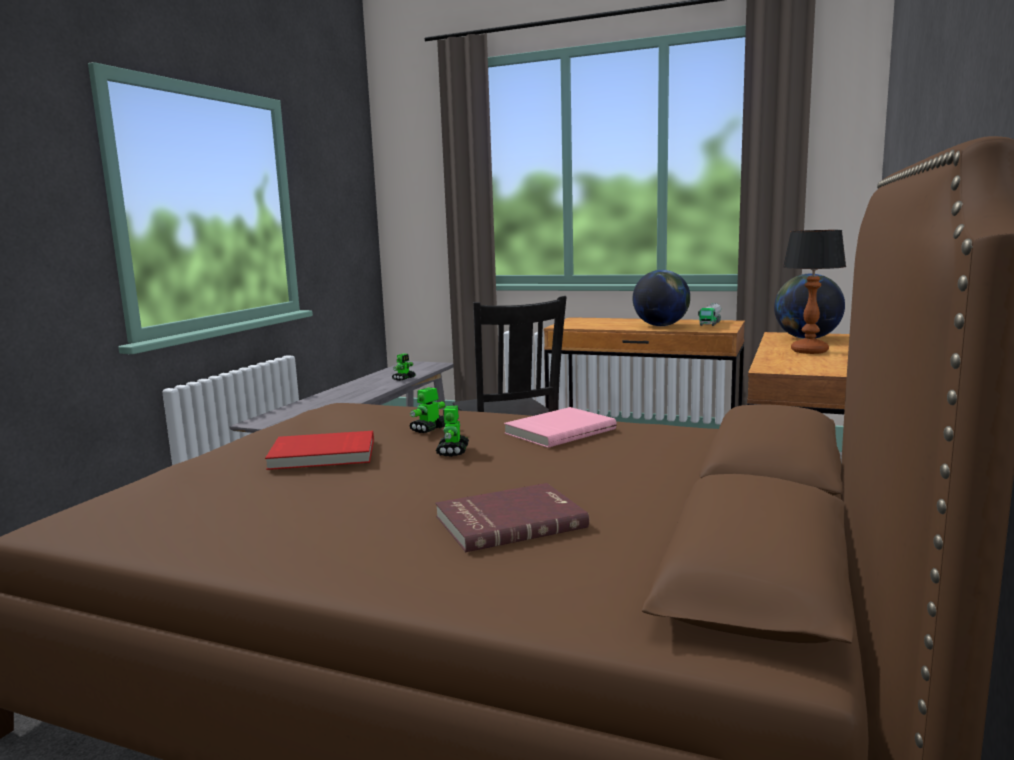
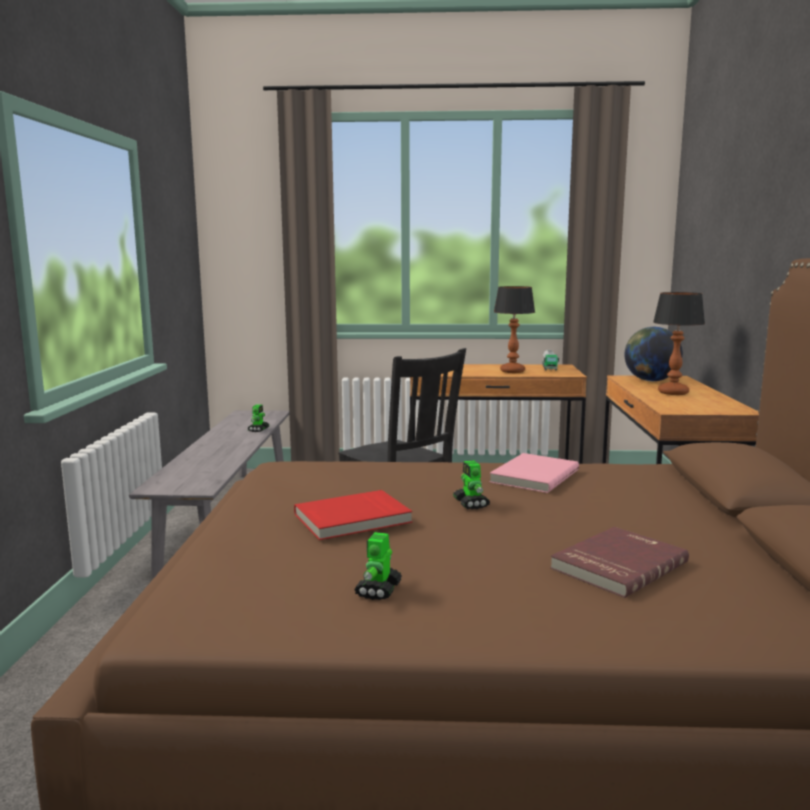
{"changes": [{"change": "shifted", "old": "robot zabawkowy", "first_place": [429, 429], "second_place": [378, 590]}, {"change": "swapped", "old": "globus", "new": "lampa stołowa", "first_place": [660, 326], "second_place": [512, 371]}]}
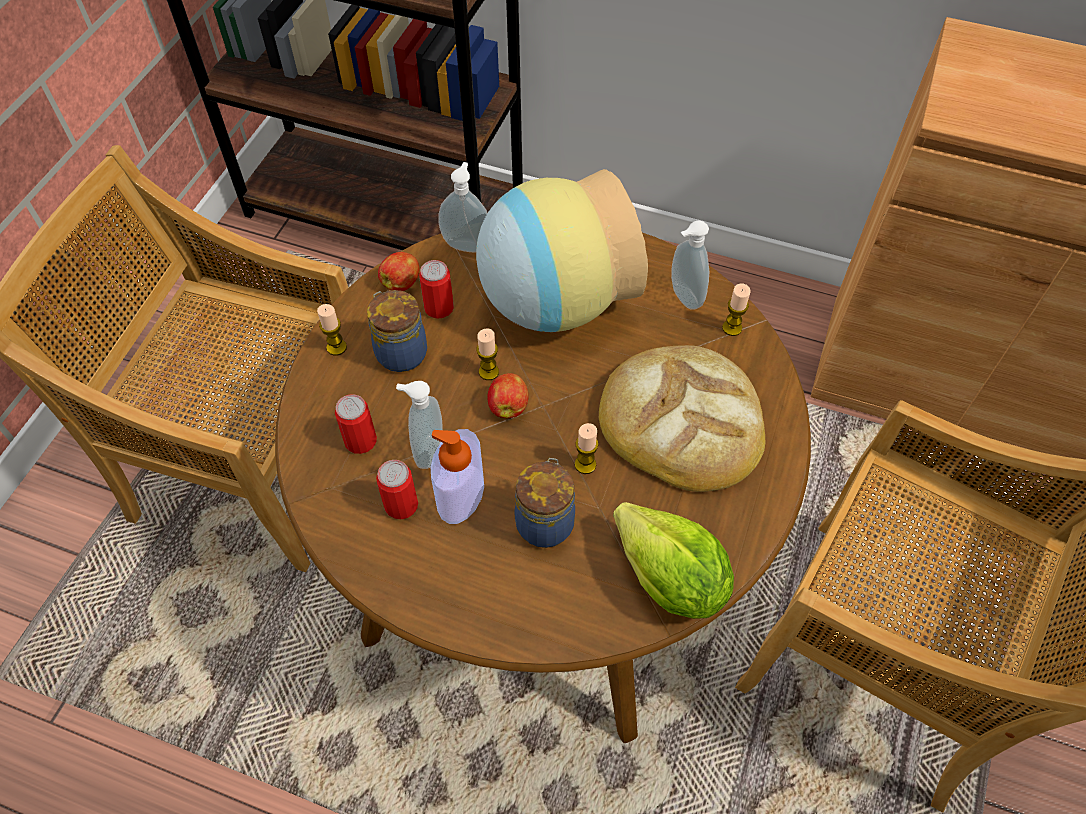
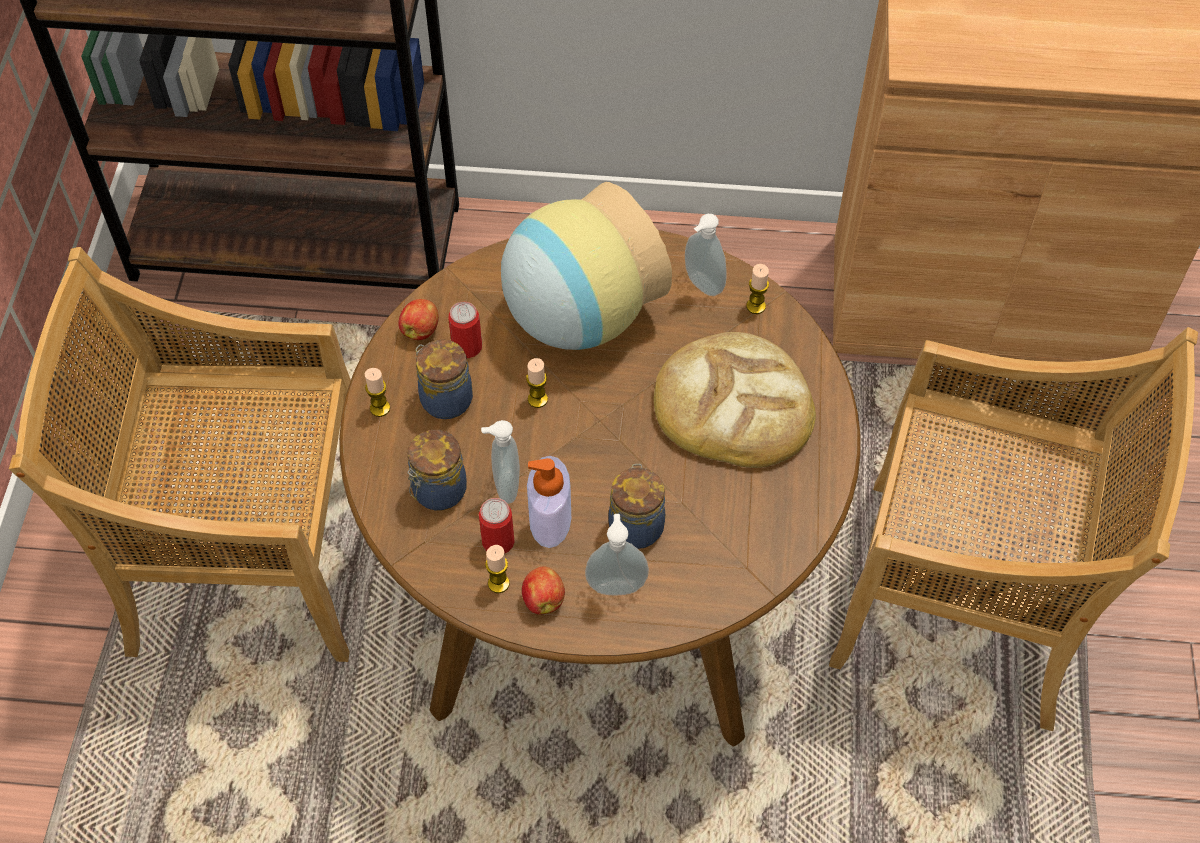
{"changes": [{"change": "swapped", "old": "puszka", "new": "słoik", "first_place": [360, 440], "second_place": [437, 492]}, {"change": "shifted", "old": "świeca", "first_place": [585, 464], "second_place": [498, 583]}, {"change": "shifted", "old": "jabłko", "first_place": [508, 406], "second_place": [543, 599]}, {"change": "shifted", "old": "dozownik mydła", "first_place": [467, 244], "second_place": [616, 584]}, {"change": "gone", "old": "sałata", "first_place": [669, 580]}]}
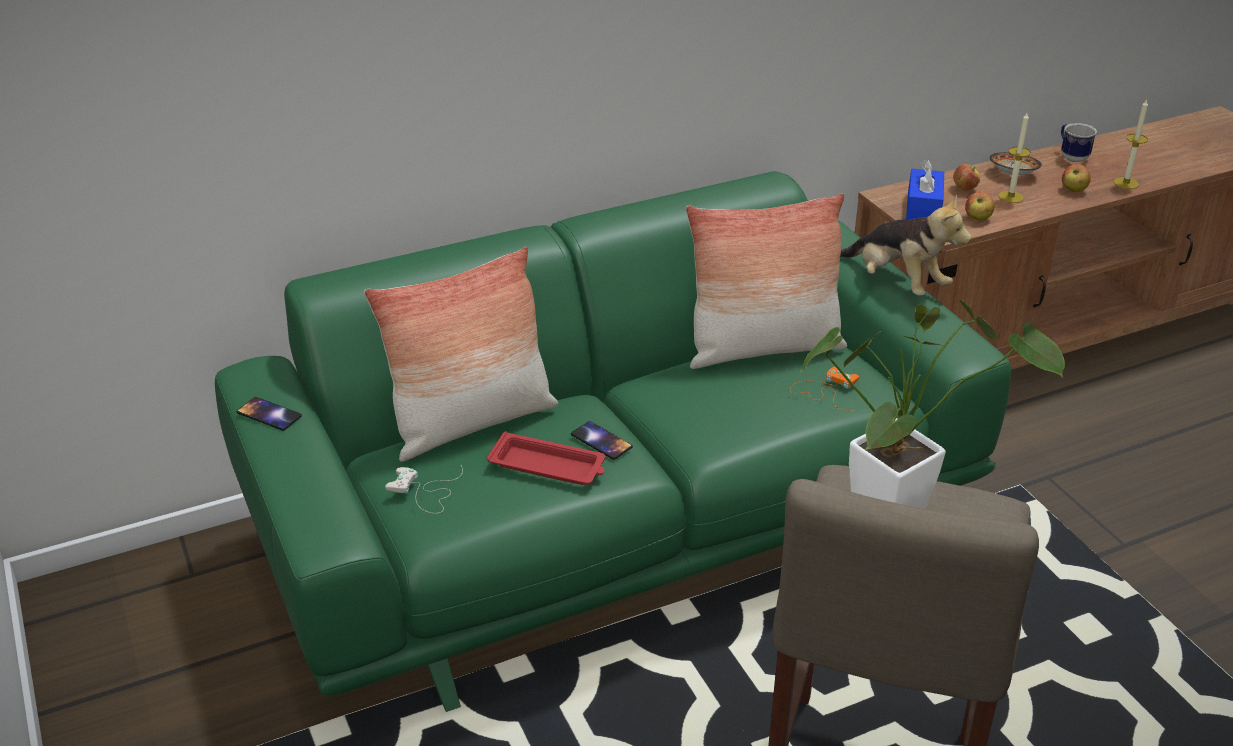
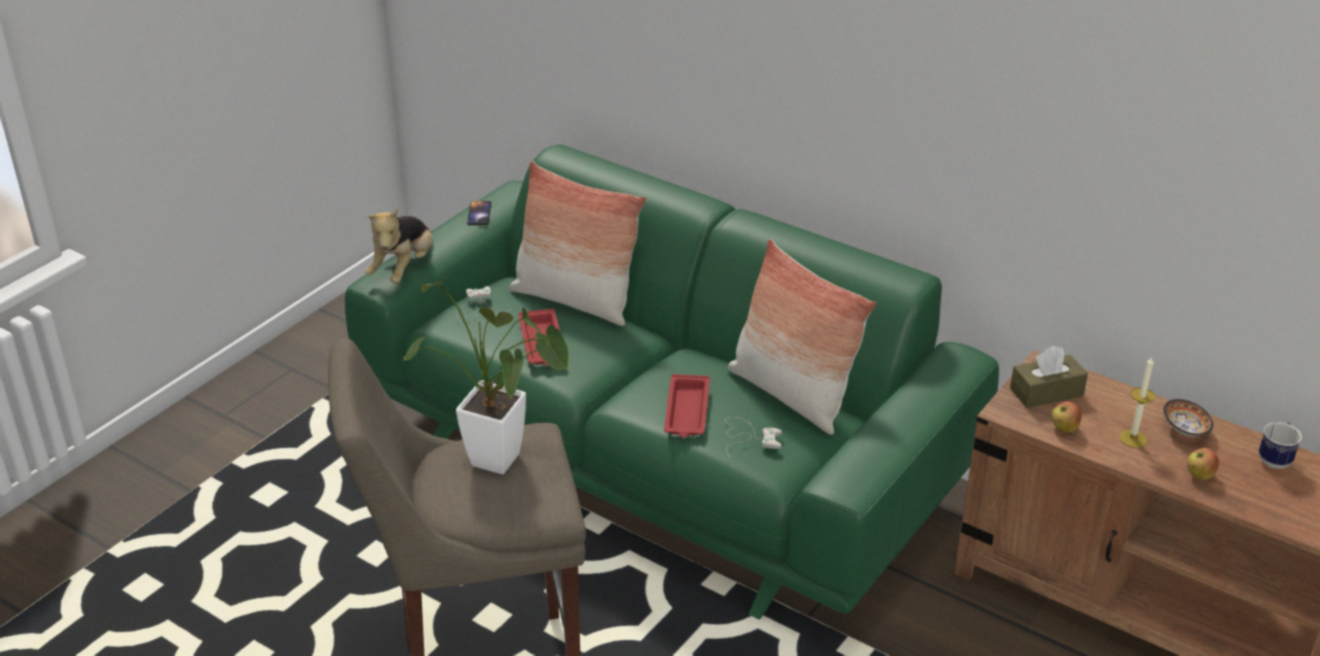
{"changes": [{"change": "shifted", "old": "pluszak", "first_place": [897, 283], "second_place": [404, 269]}, {"change": "new", "new": "taca [czerwony]", "second_place": [687, 412]}, {"change": "repainted", "old": "pad do gier [pomarańczowy]", "new": "pad do gier [biały]", "first_place": [825, 390], "second_place": [748, 437]}, {"change": "repainted", "old": "pudełko chusteczek [niebieski]", "new": "pudełko chusteczek [brązowy]", "first_place": [923, 207], "second_place": [1046, 392]}, {"change": "gone", "old": "telefon", "first_place": [601, 441]}, {"change": "gone", "old": "jabłko", "first_place": [964, 188]}, {"change": "gone", "old": "świeca", "first_place": [1126, 183]}]}
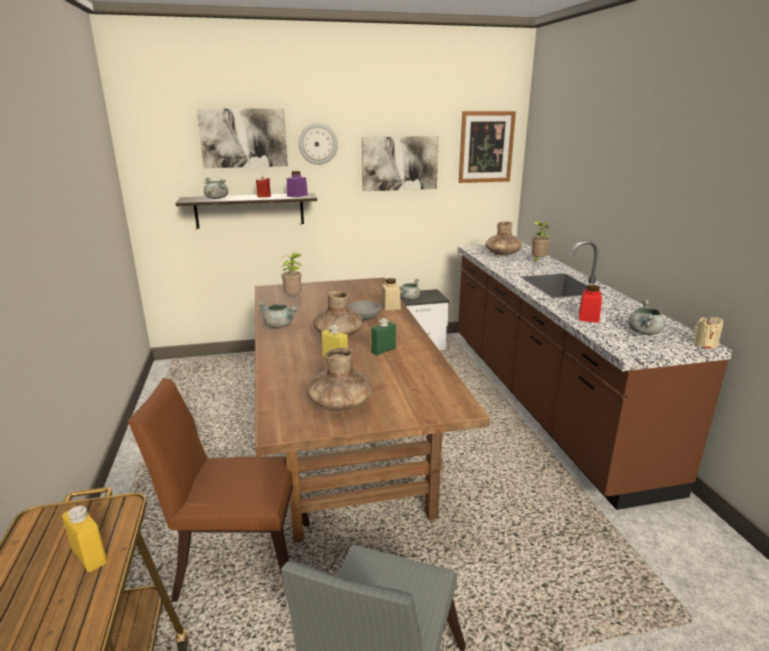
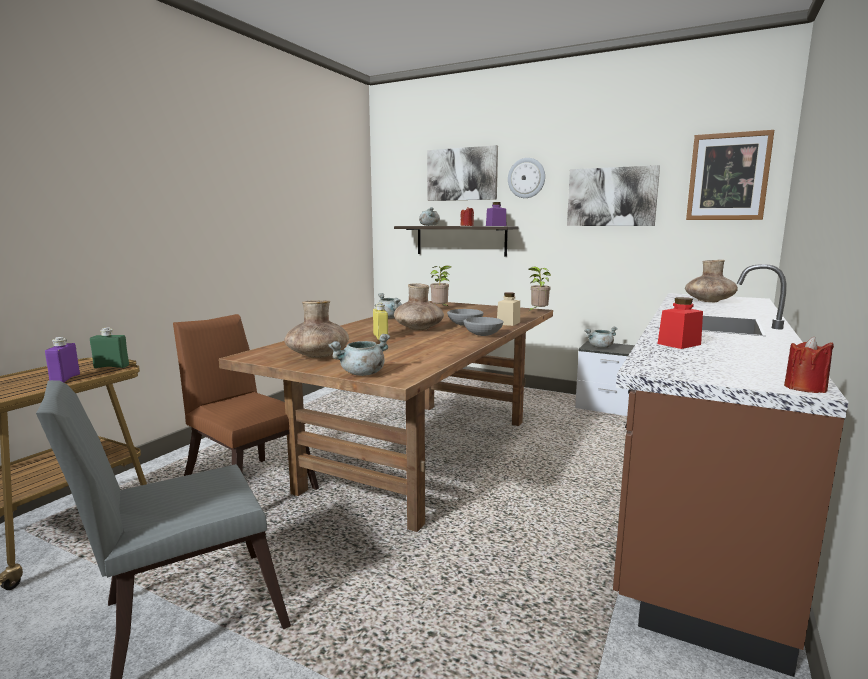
{"changes": [{"change": "repainted", "old": "butelka [żółty]", "new": "butelka [fioletowy]", "first_place": [89, 556], "second_place": [65, 379]}, {"change": "shifted", "old": "butelka [zielony]", "first_place": [383, 350], "second_place": [111, 366]}, {"change": "shifted", "old": "garnek [szary]", "first_place": [644, 332], "second_place": [362, 374]}, {"change": "new", "new": "miska [szary]", "second_place": [483, 334]}, {"change": "shifted", "old": "roślina doniczkowa", "first_place": [537, 261], "second_place": [538, 312]}, {"change": "repainted", "old": "świeca [beżowy]", "new": "świeca [czerwony]", "first_place": [705, 345], "second_place": [805, 388]}]}
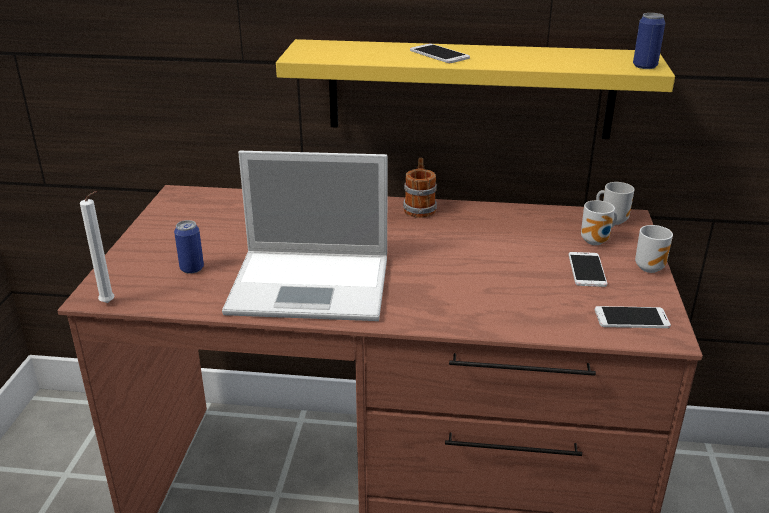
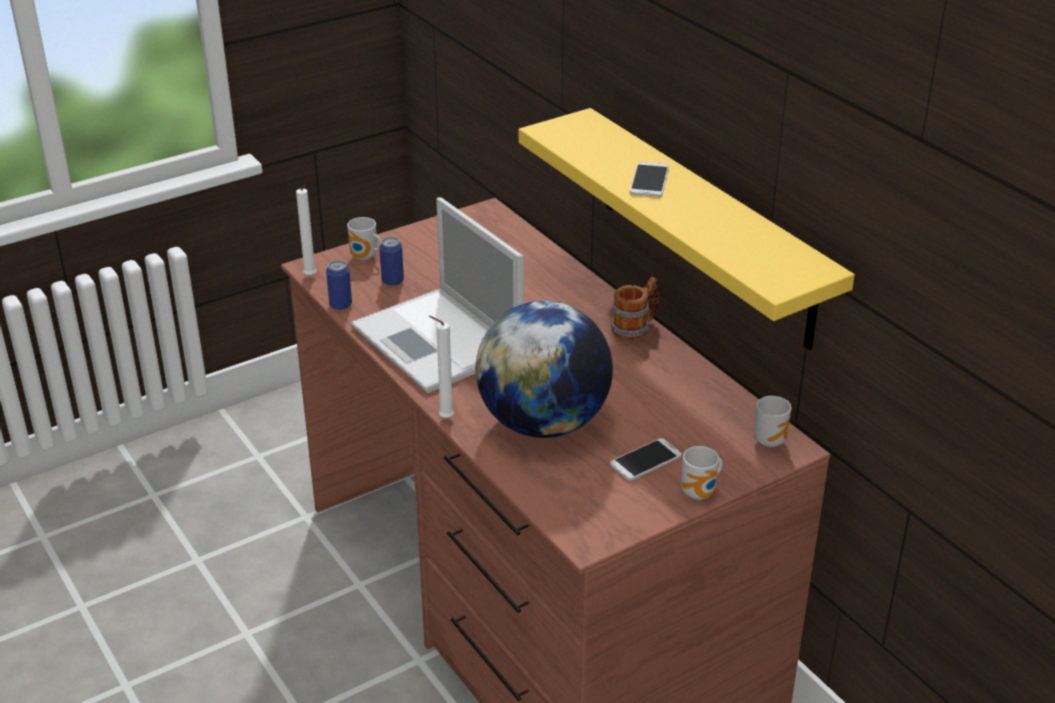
{"changes": [{"change": "shifted", "old": "puszka", "first_place": [645, 66], "second_place": [340, 305]}, {"change": "shifted", "old": "kubek", "first_place": [597, 242], "second_place": [365, 257]}, {"change": "new", "new": "świeca [biały]", "second_place": [444, 418]}, {"change": "new", "new": "globus", "second_place": [543, 423]}, {"change": "gone", "old": "telefon", "first_place": [631, 318]}]}
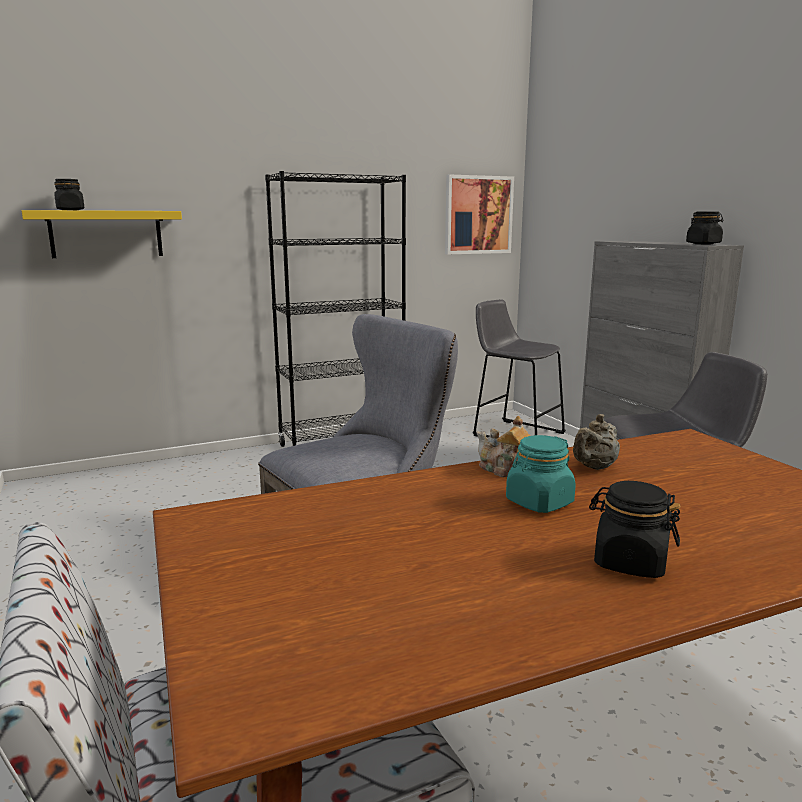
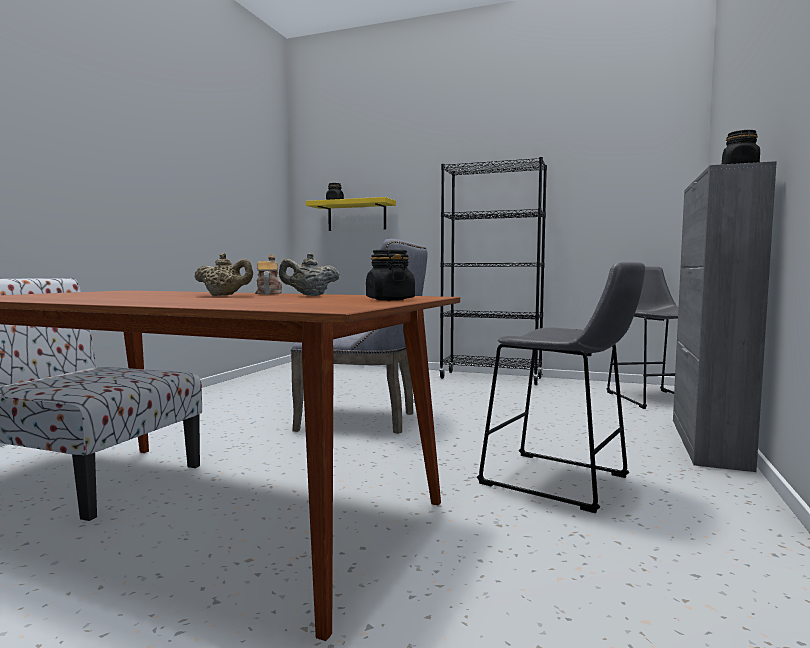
{"changes": [{"change": "swapped", "old": "słoik [turkusowy]", "new": "imbryk [beżowy]", "first_place": [539, 502], "second_place": [224, 296]}, {"change": "shifted", "old": "słoik [czarny]", "first_place": [629, 562], "second_place": [389, 299]}, {"change": "gone", "old": "obraz", "first_place": [478, 215]}]}
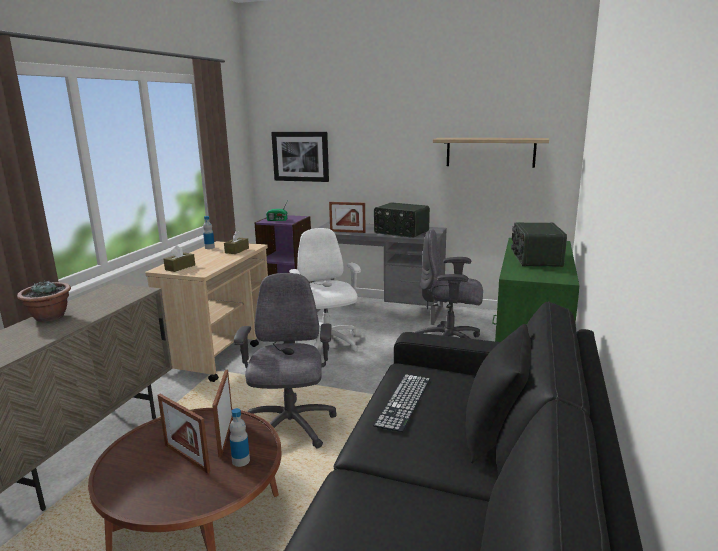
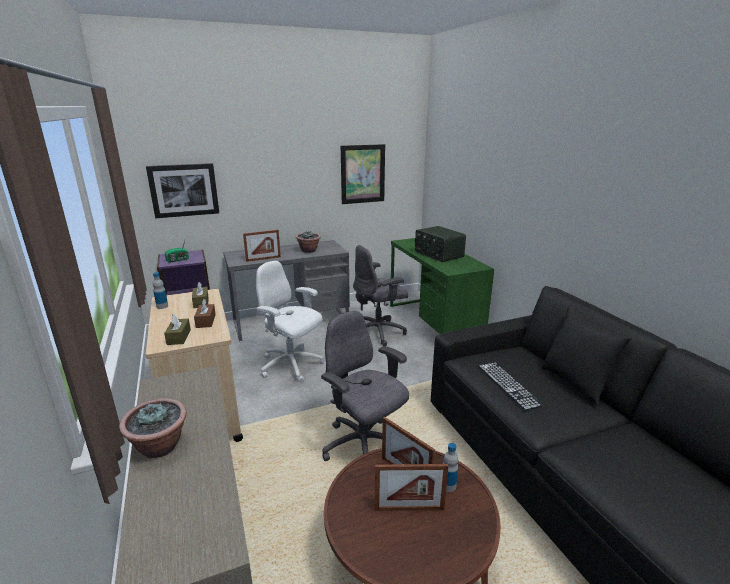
{"changes": [{"change": "new", "new": "pudełko chusteczek [brązowy]", "second_place": [206, 321]}, {"change": "swapped", "old": "radio", "new": "roślina doniczkowa", "first_place": [401, 232], "second_place": [309, 250]}, {"change": "swapped", "old": "półka", "new": "obraz", "first_place": [490, 152], "second_place": [362, 174]}]}
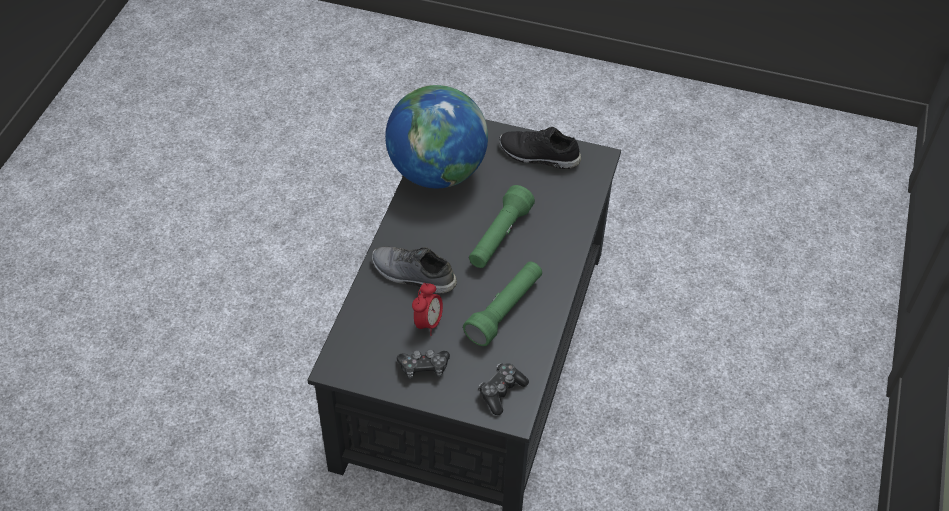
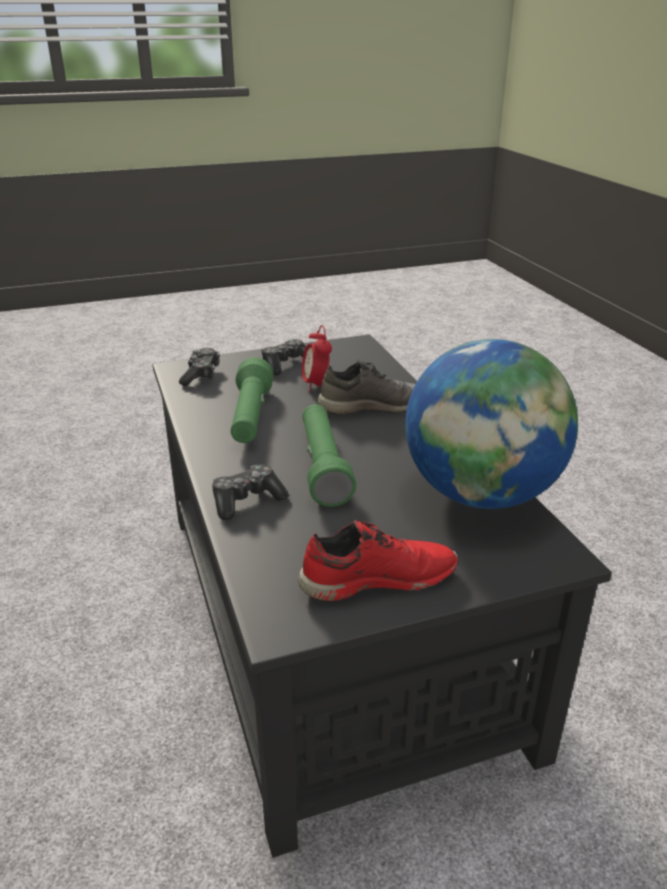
{"changes": [{"change": "new", "new": "pad do gier", "second_place": [247, 500]}, {"change": "repainted", "old": "but [czarny]", "new": "but [czerwony]", "first_place": [538, 156], "second_place": [377, 578]}]}
